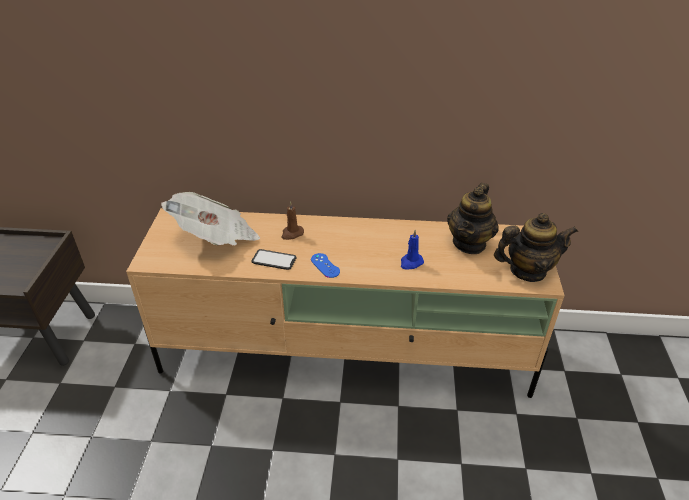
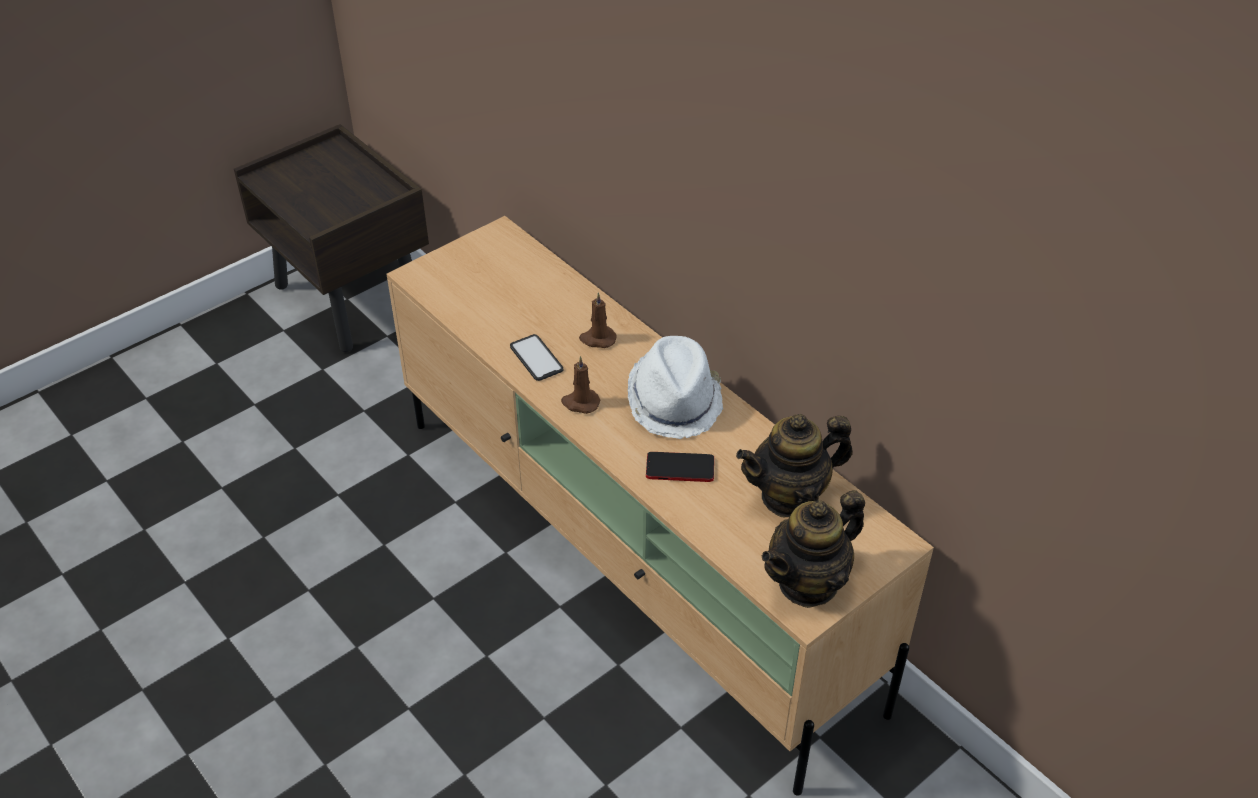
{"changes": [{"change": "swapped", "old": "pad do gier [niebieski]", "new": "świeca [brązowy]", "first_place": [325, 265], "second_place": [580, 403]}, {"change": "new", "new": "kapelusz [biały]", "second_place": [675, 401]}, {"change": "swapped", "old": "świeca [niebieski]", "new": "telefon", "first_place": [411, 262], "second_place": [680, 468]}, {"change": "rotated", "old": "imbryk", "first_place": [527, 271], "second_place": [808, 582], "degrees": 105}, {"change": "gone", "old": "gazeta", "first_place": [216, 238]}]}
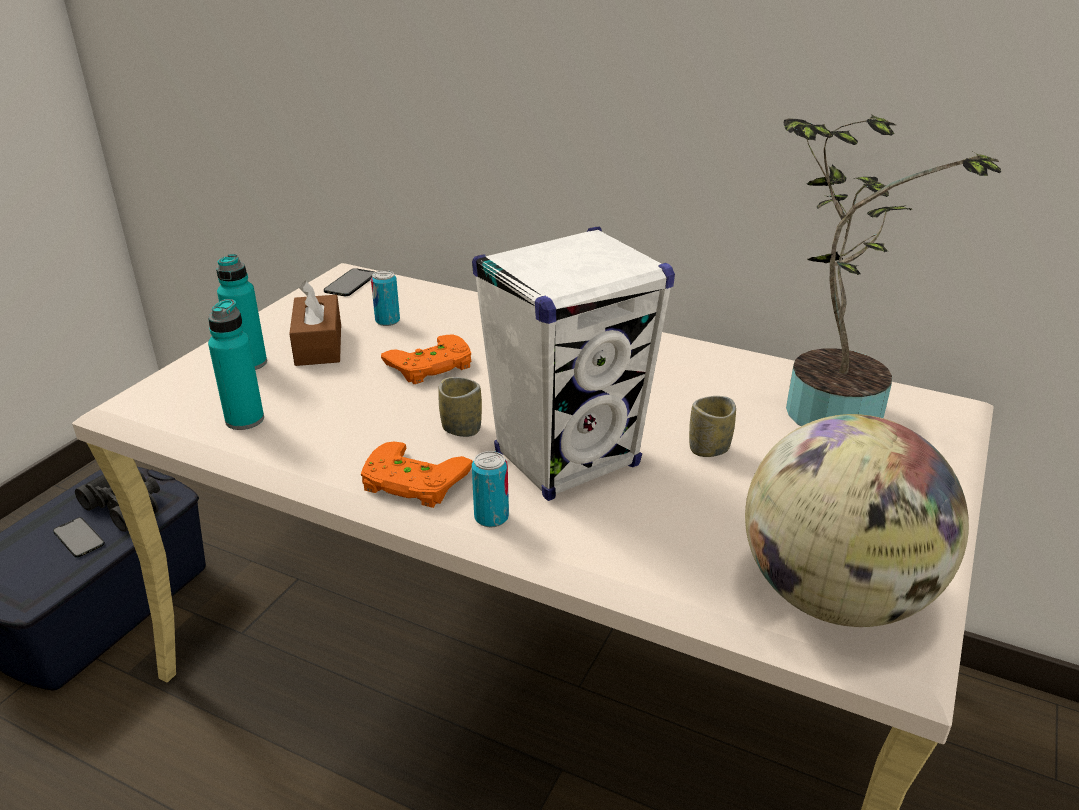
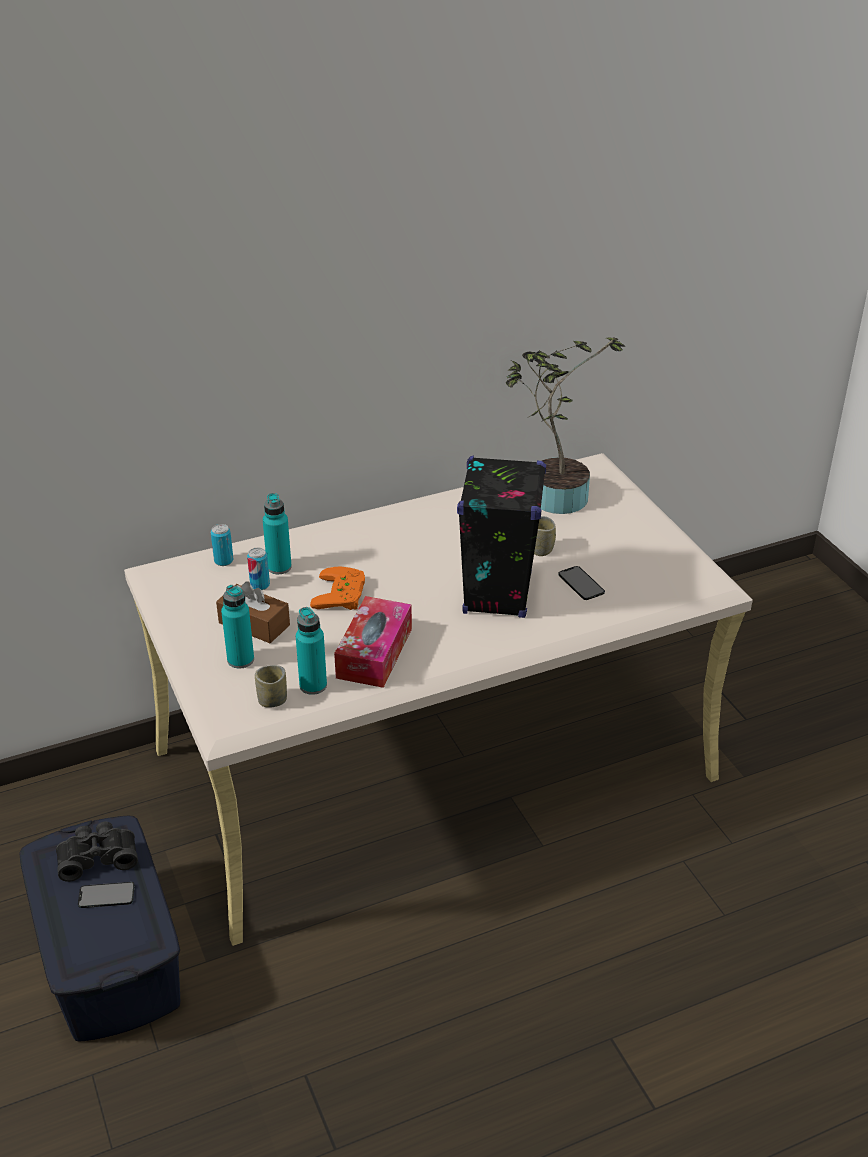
{"changes": [{"change": "shifted", "old": "puszka", "first_place": [491, 517], "second_place": [223, 561]}, {"change": "shifted", "old": "filiżanka", "first_place": [461, 428], "second_place": [272, 700]}, {"change": "new", "new": "butelka [turkusowy]", "second_place": [279, 567]}, {"change": "new", "new": "pudełko chusteczek", "second_place": [374, 653]}, {"change": "repainted", "old": "głośnik [biały]", "new": "głośnik [czarny]", "first_place": [567, 460], "second_place": [497, 595]}, {"change": "shifted", "old": "telefon", "first_place": [350, 283], "second_place": [581, 583]}, {"change": "gone", "old": "pad do gier [pomarańczowy]", "first_place": [411, 483]}, {"change": "gone", "old": "globus", "first_place": [835, 597]}]}
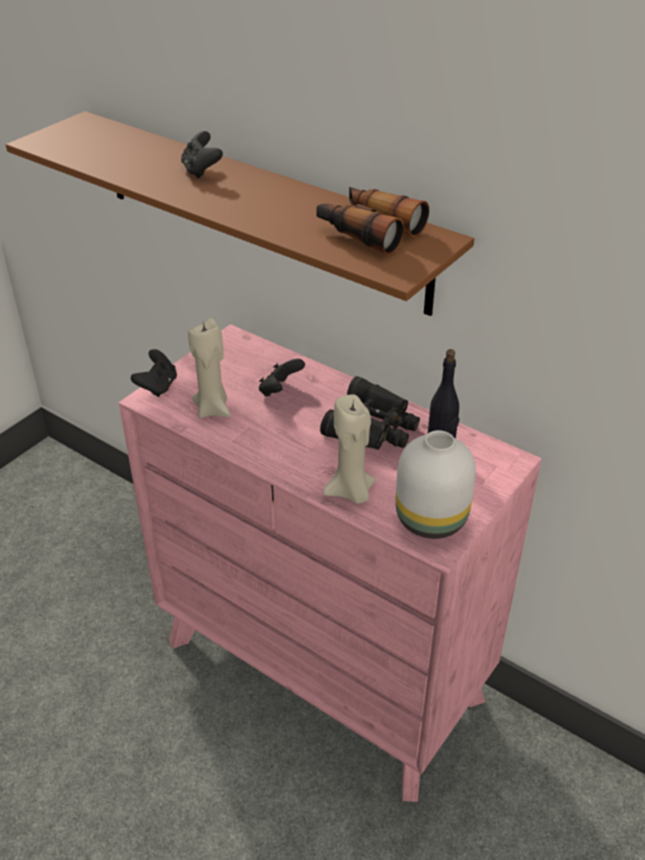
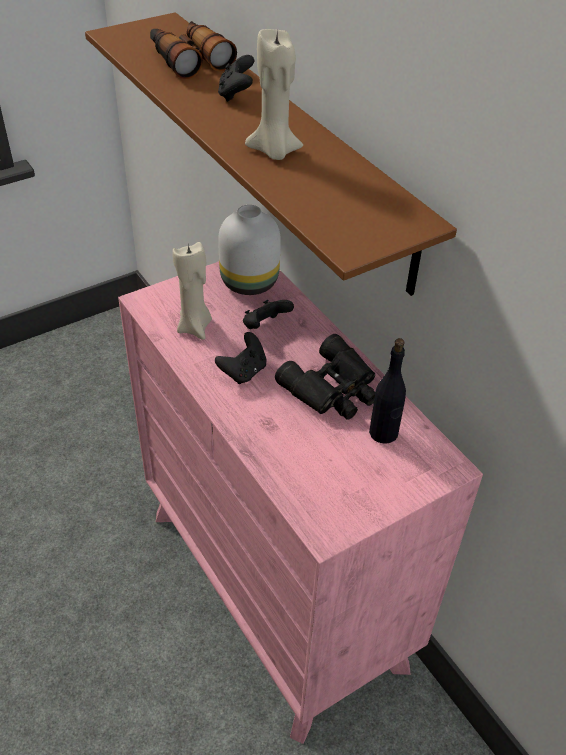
{"changes": [{"change": "shifted", "old": "lornetka", "first_place": [368, 231], "second_place": [189, 59]}, {"change": "shifted", "old": "pad do gier [czarny]", "first_place": [157, 386], "second_place": [243, 372]}, {"change": "shifted", "old": "wazon [biały]", "first_place": [429, 518], "second_place": [248, 281]}, {"change": "shifted", "old": "świeca [beżowy]", "first_place": [351, 492], "second_place": [274, 152]}]}
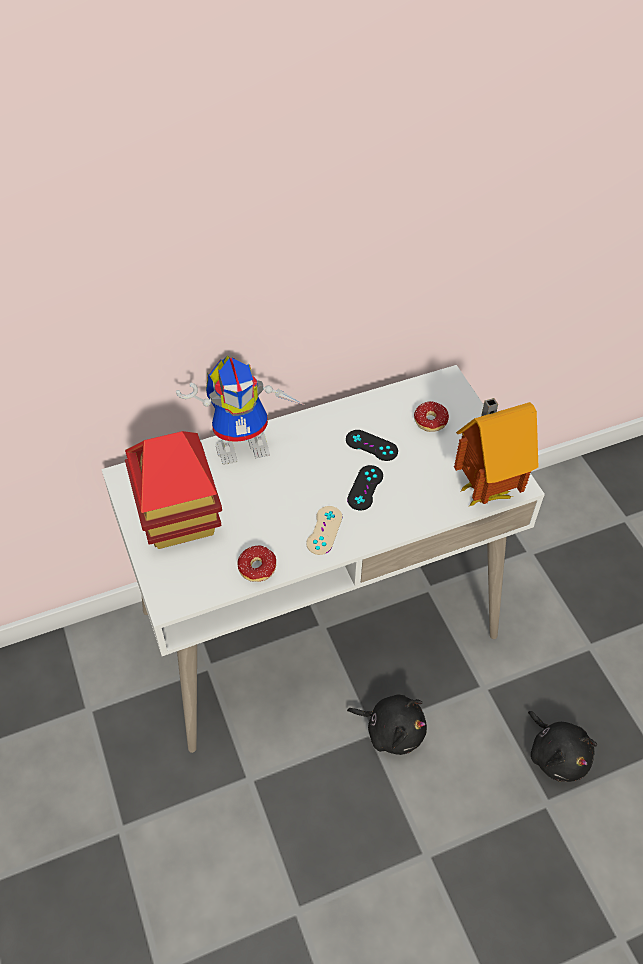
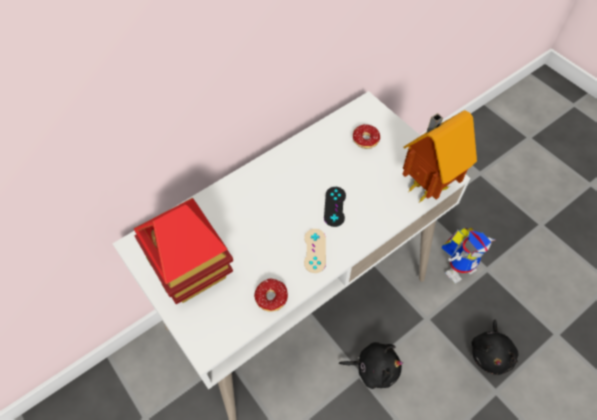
{"changes": [{"change": "shifted", "old": "robot zabawkowy", "first_place": [245, 443], "second_place": [459, 266]}, {"change": "rotated", "old": "pluszak [czarny]", "first_place": [556, 754], "second_place": [490, 353], "degrees": 60}, {"change": "gone", "old": "pad do gier [czarny]", "first_place": [371, 445]}]}
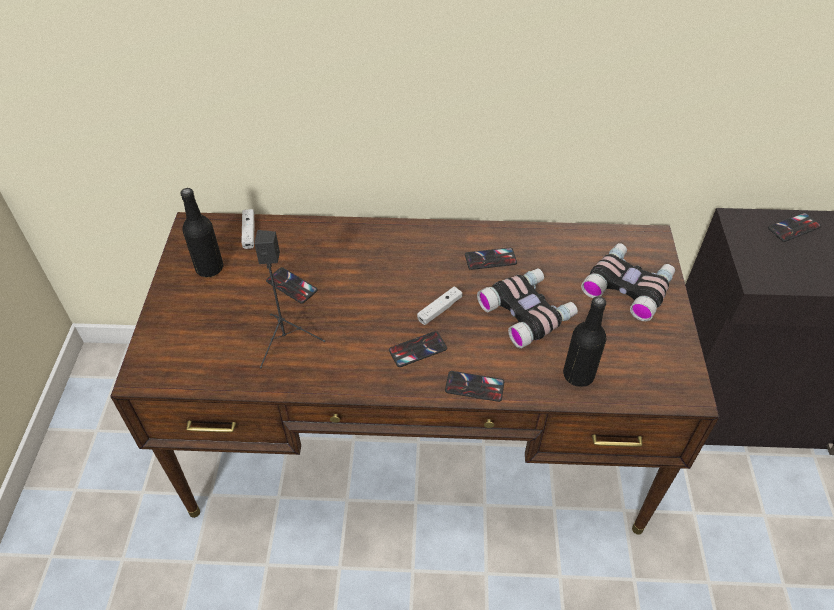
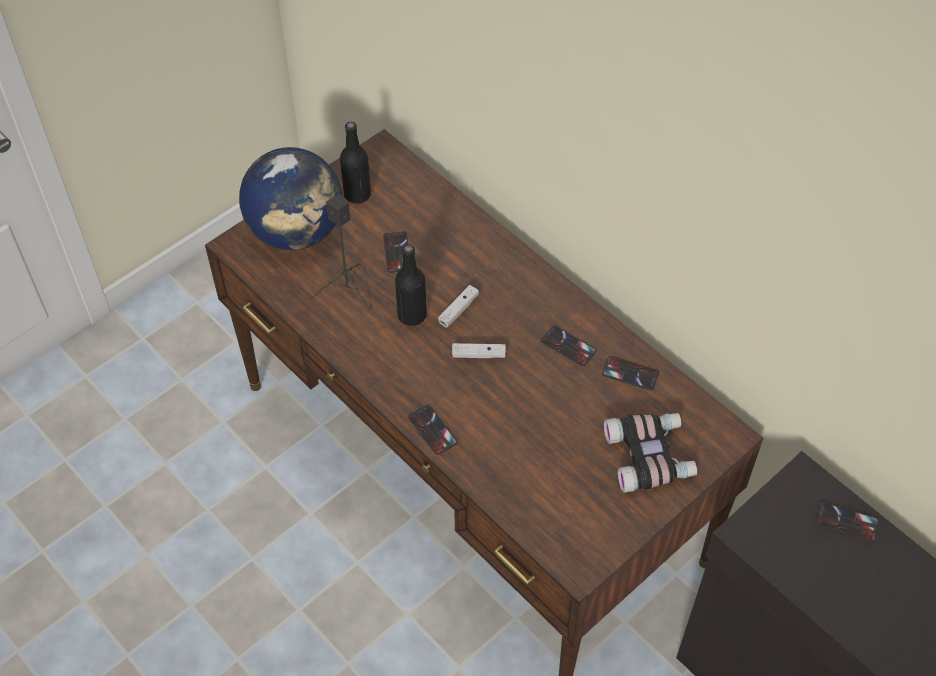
{"changes": [{"change": "new", "new": "globus", "second_place": [297, 232]}, {"change": "shifted", "old": "butelka [czarny]", "first_place": [578, 375], "second_place": [412, 315]}, {"change": "shifted", "old": "pad do gier [biały]", "first_place": [249, 232], "second_place": [458, 310]}, {"change": "shifted", "old": "telefon", "first_place": [417, 349], "second_place": [630, 373]}, {"change": "gone", "old": "lornetka", "first_place": [528, 312]}]}
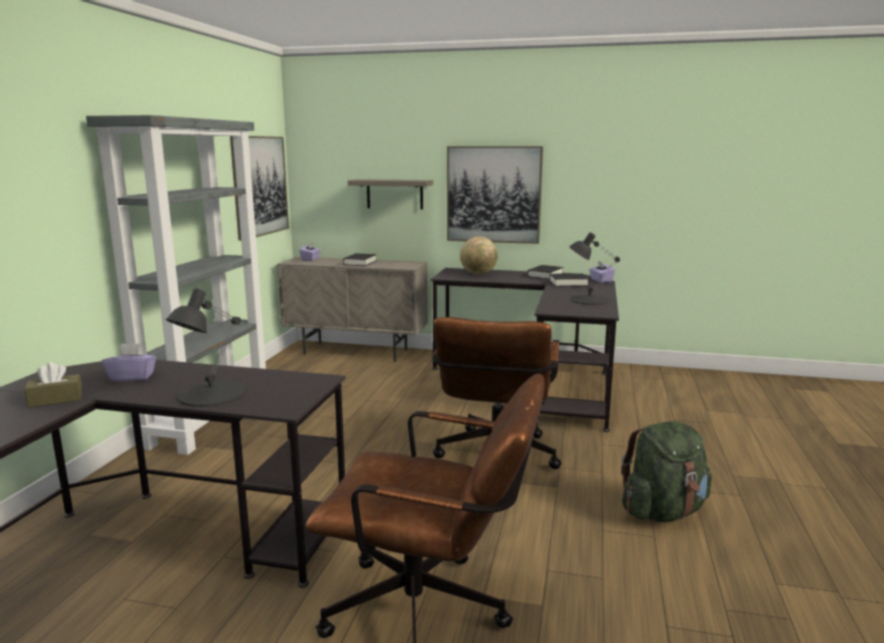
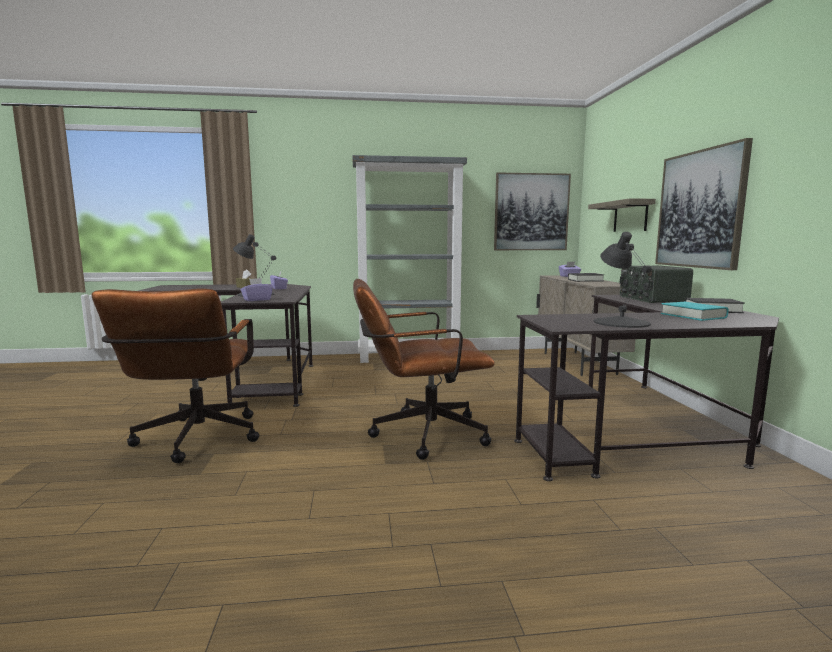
{"changes": [{"change": "shifted", "old": "pudełko chusteczek [fioletowy]", "first_place": [600, 280], "second_place": [257, 300]}, {"change": "swapped", "old": "globus", "new": "radio", "first_place": [478, 274], "second_place": [651, 299]}, {"change": "repainted", "old": "książka [czarny]", "new": "książka [turkusowy]", "first_place": [568, 283], "second_place": [693, 316]}, {"change": "gone", "old": "plecak [zielony]", "first_place": [663, 511]}]}
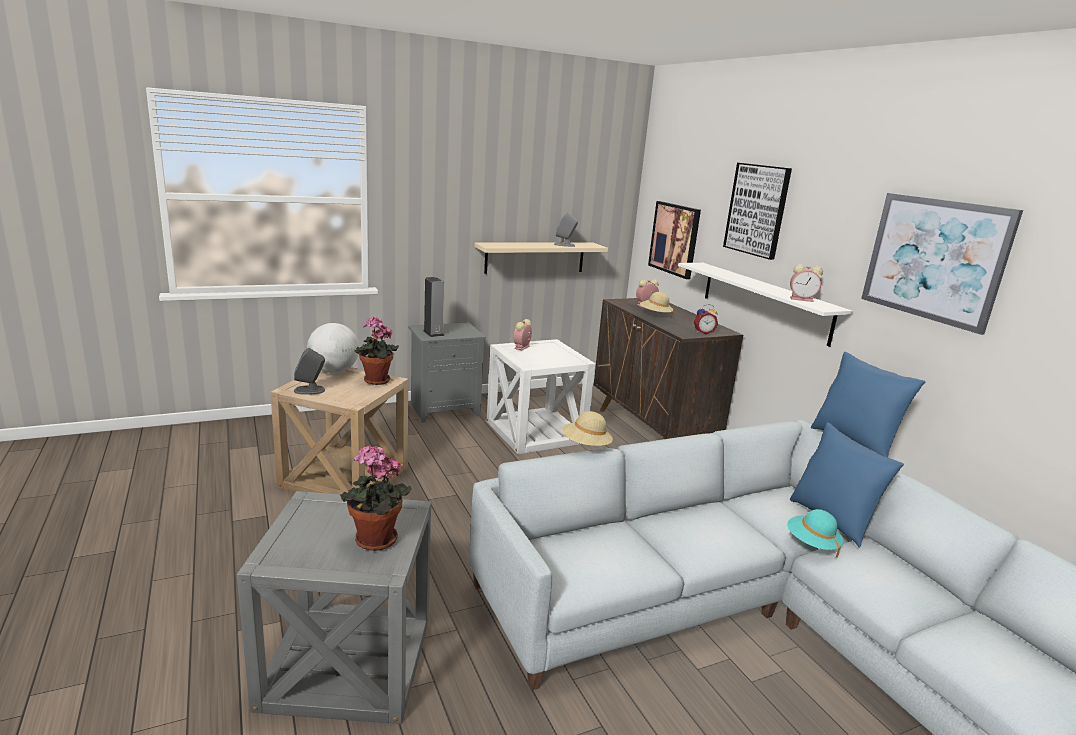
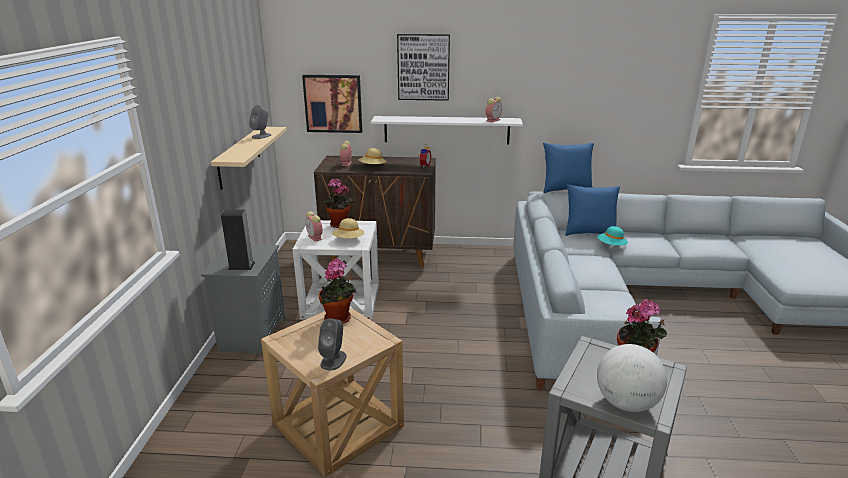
{"changes": [{"change": "new", "new": "roślina doniczkowa", "second_place": [338, 225]}, {"change": "shifted", "old": "kapelusz [beżowy]", "first_place": [585, 446], "second_place": [348, 240]}, {"change": "shifted", "old": "globus", "first_place": [334, 371], "second_place": [626, 403]}, {"change": "gone", "old": "obraz", "first_place": [934, 259]}]}
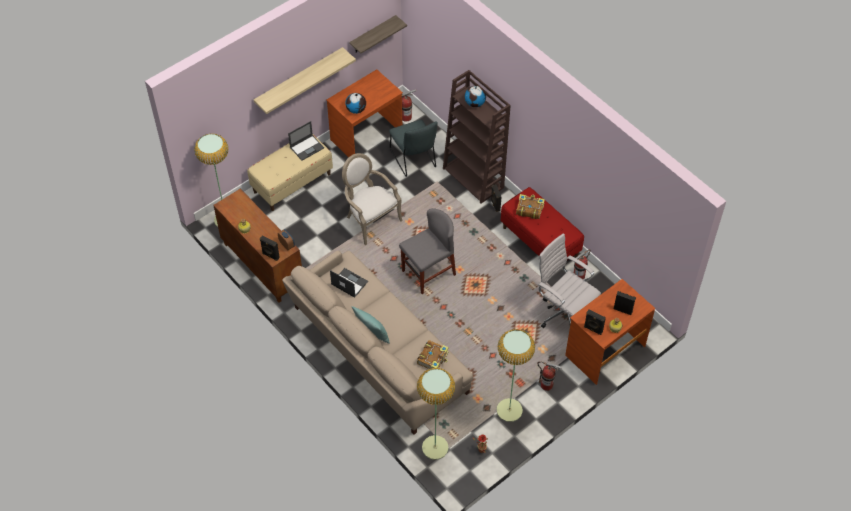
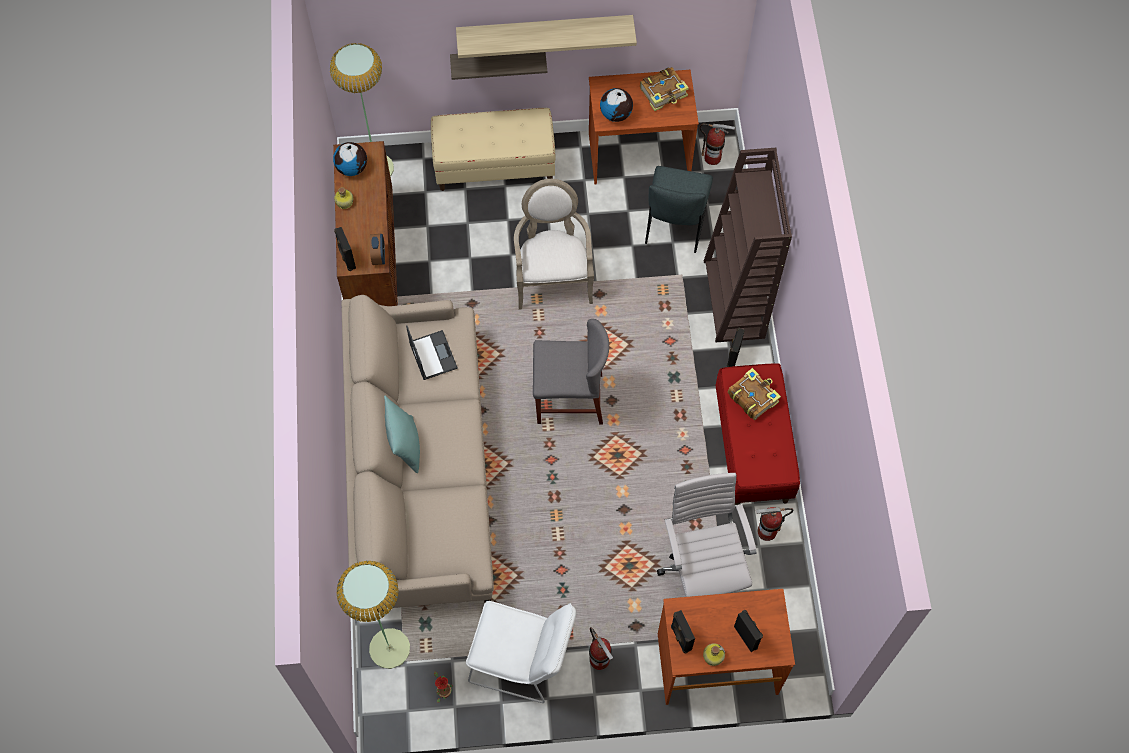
{"changes": [{"change": "shifted", "old": "globus", "first_place": [475, 103], "second_place": [352, 168]}, {"change": "shifted", "old": "półka", "first_place": [373, 35], "second_place": [498, 60]}, {"change": "swapped", "old": "lampa stojąca", "new": "krzesło [biały]", "first_place": [509, 410], "second_place": [523, 662]}, {"change": "shifted", "old": "książka", "first_place": [433, 358], "second_place": [664, 93]}, {"change": "gone", "old": "laptop", "first_place": [307, 147]}]}
